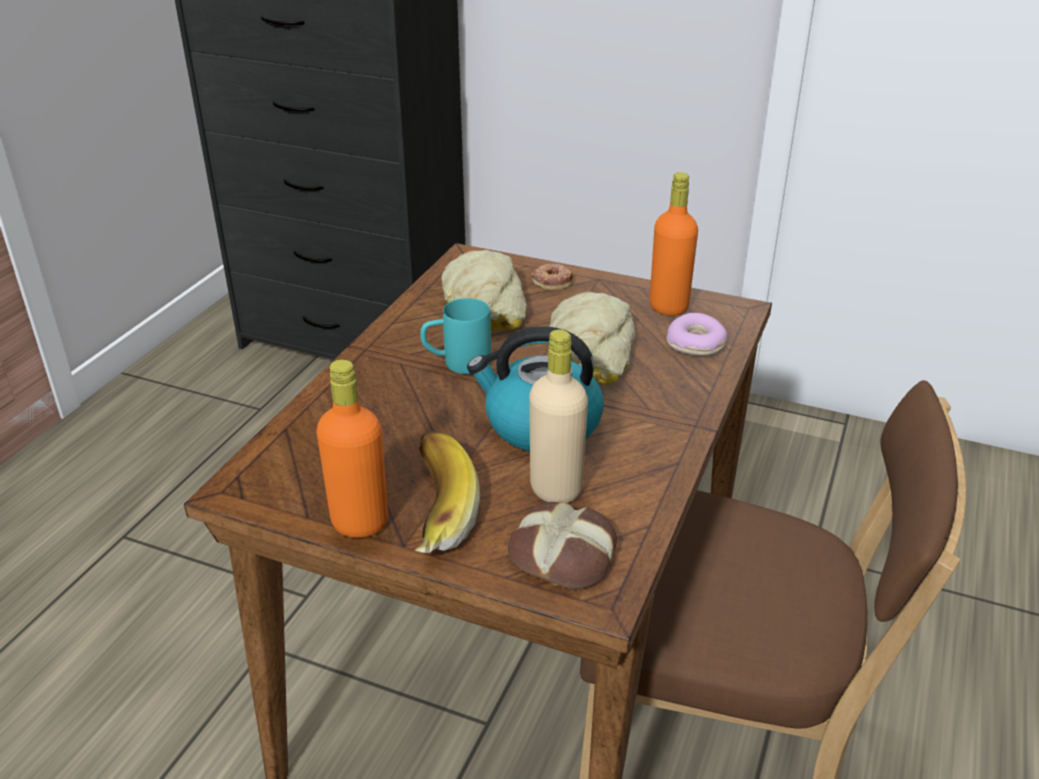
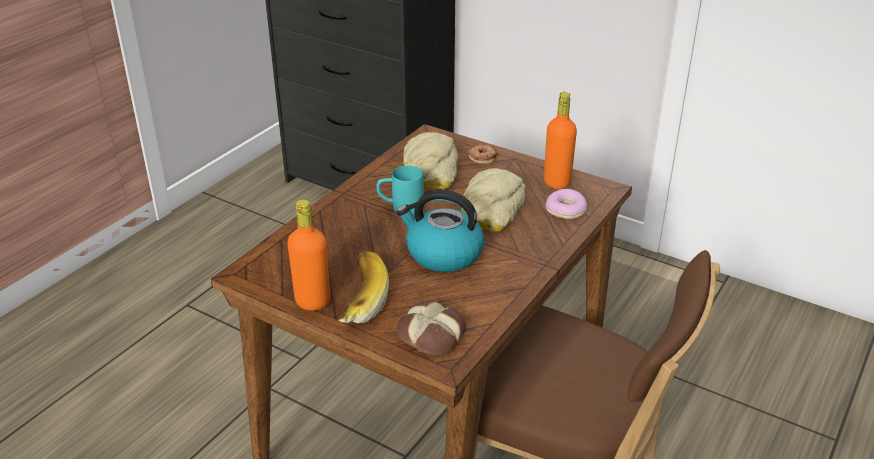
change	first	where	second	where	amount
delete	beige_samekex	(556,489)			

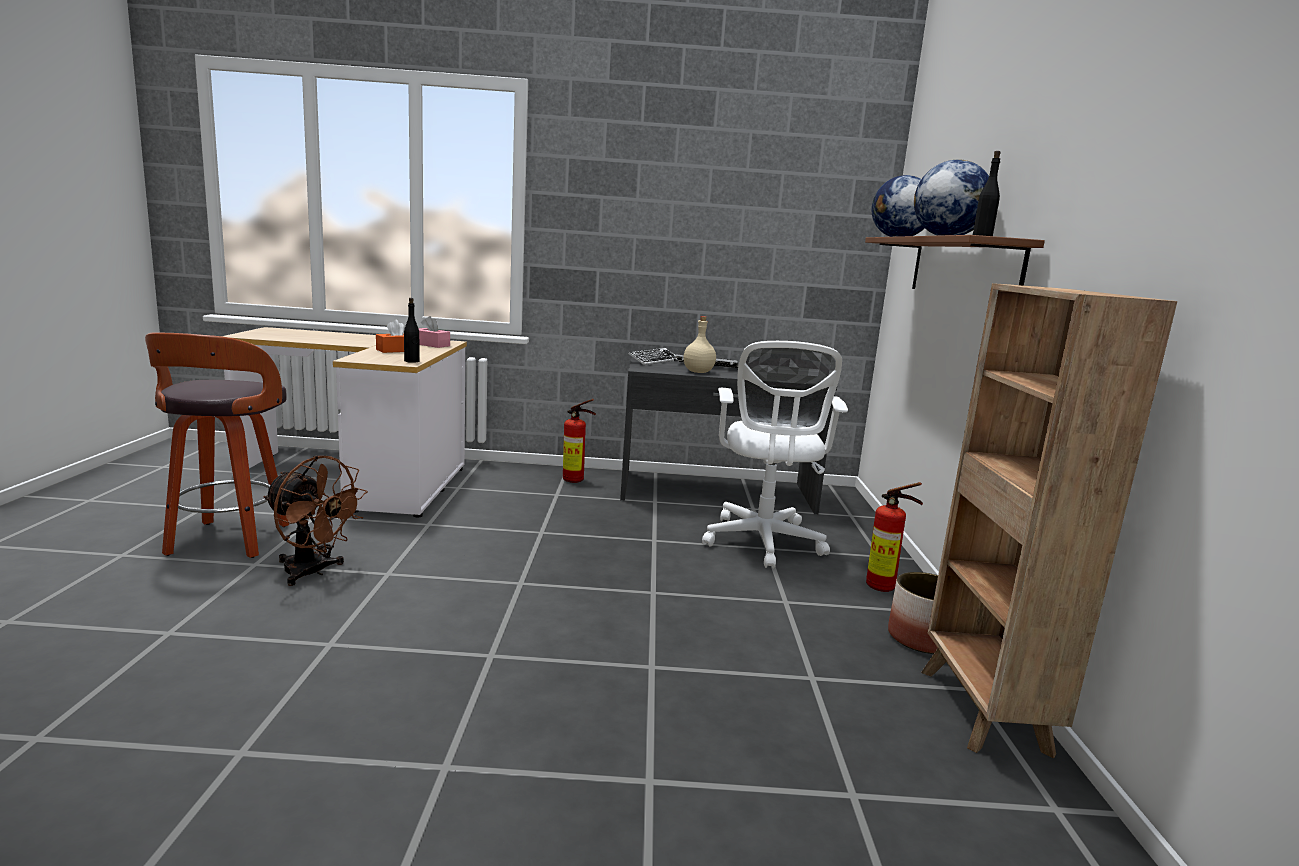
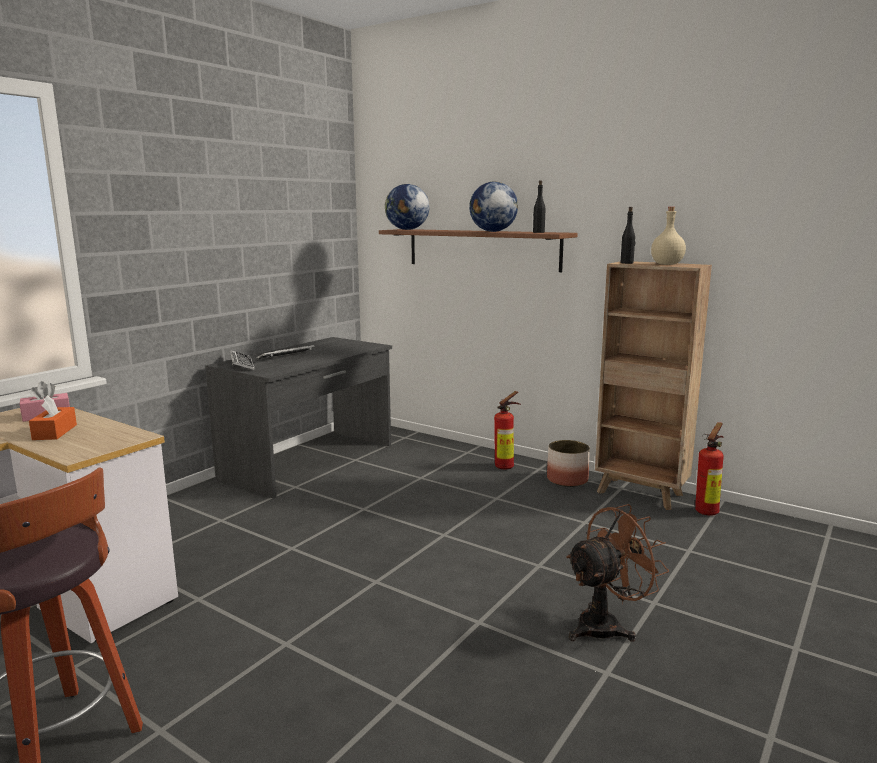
change	first	where	second	where	amount
move	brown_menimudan	(313,572)		(607,625)	
move	black_samekex	(412,361)		(627,263)	
move	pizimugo	(576,480)		(708,511)	
move	beige_samekex	(699,372)		(666,264)	
delete	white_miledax	(763,543)			

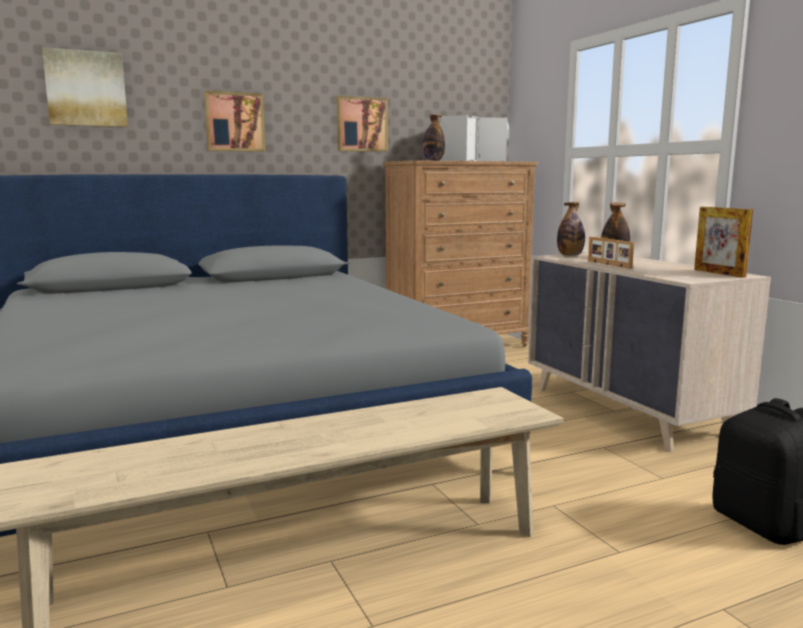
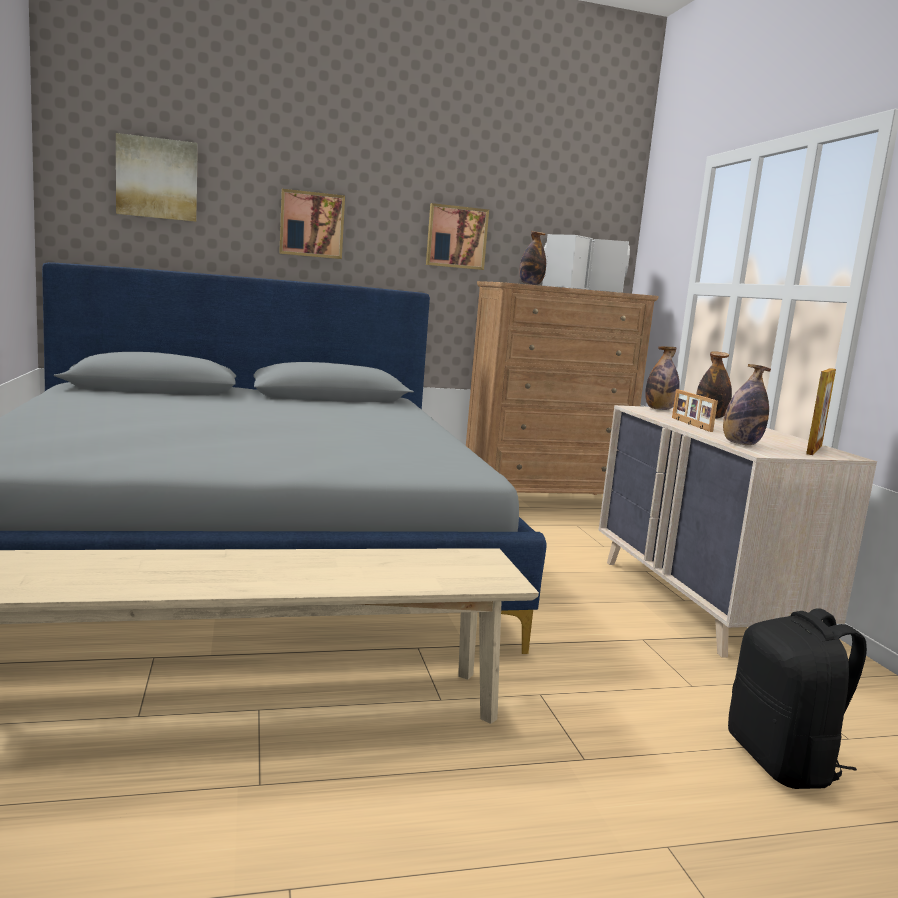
change	first	where	second	where	amount
rotate	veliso	(719,273)		(814,449)	135 degrees counterclockwise
insert			samekex	(741,444)	

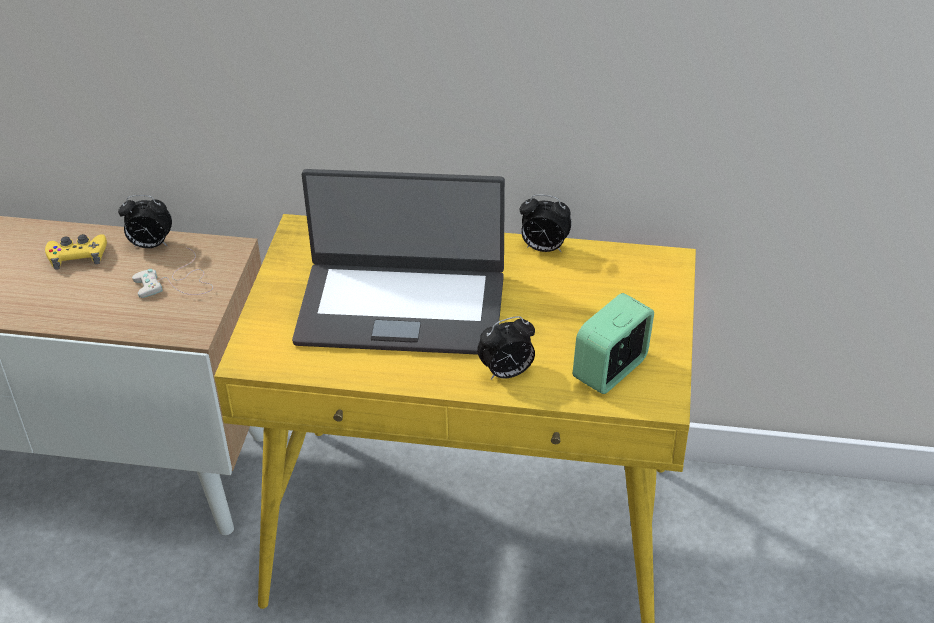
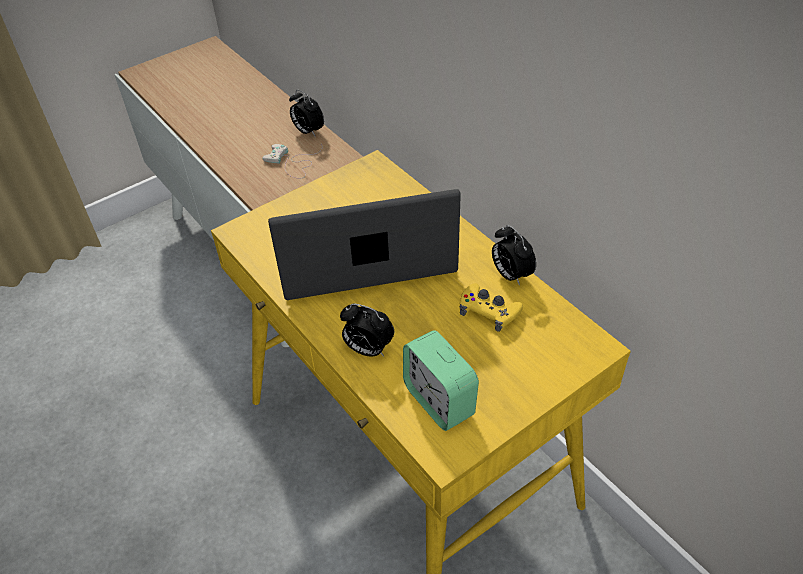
change	first	where	second	where	amount
move	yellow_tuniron	(78,256)		(488,311)	
rotate	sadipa	(401,307)		(364,256)	120 degrees clockwise
rotate	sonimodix	(611,370)		(439,401)	120 degrees counterclockwise

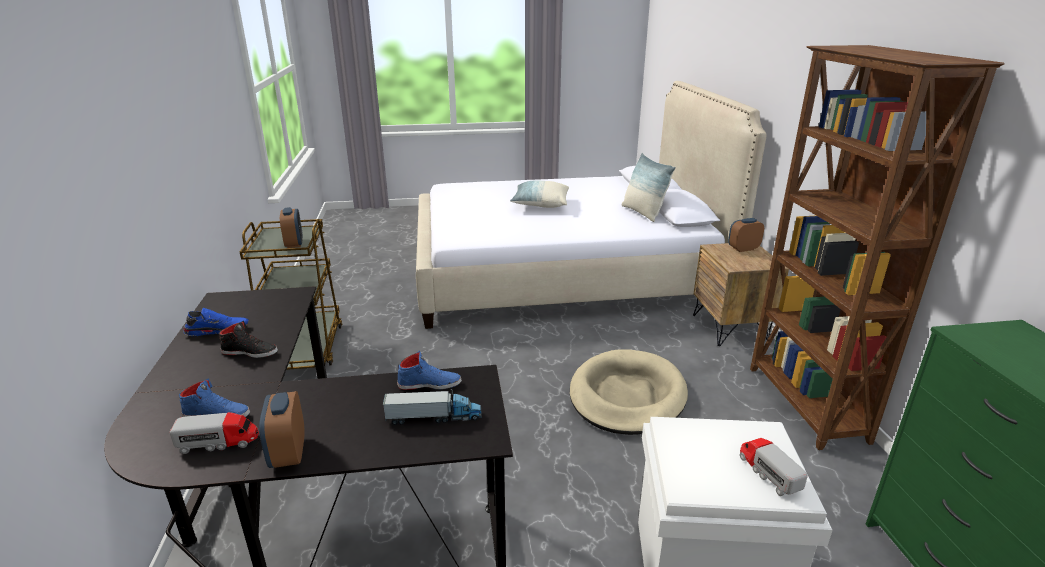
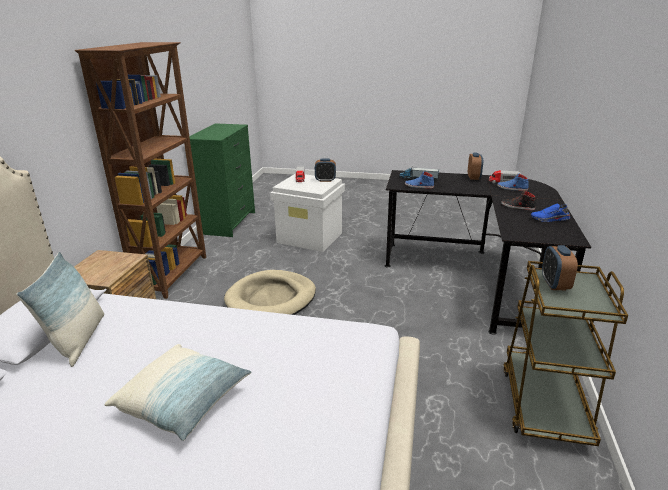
change	first	where	second	where	amount
move	sonimodix	(743,249)		(325,180)	

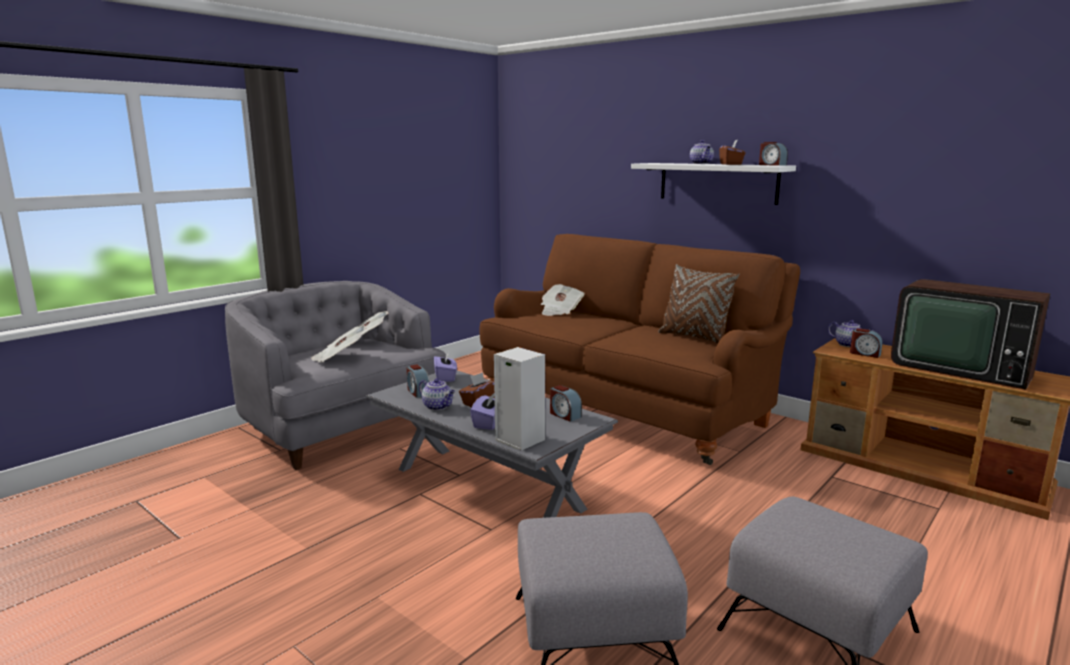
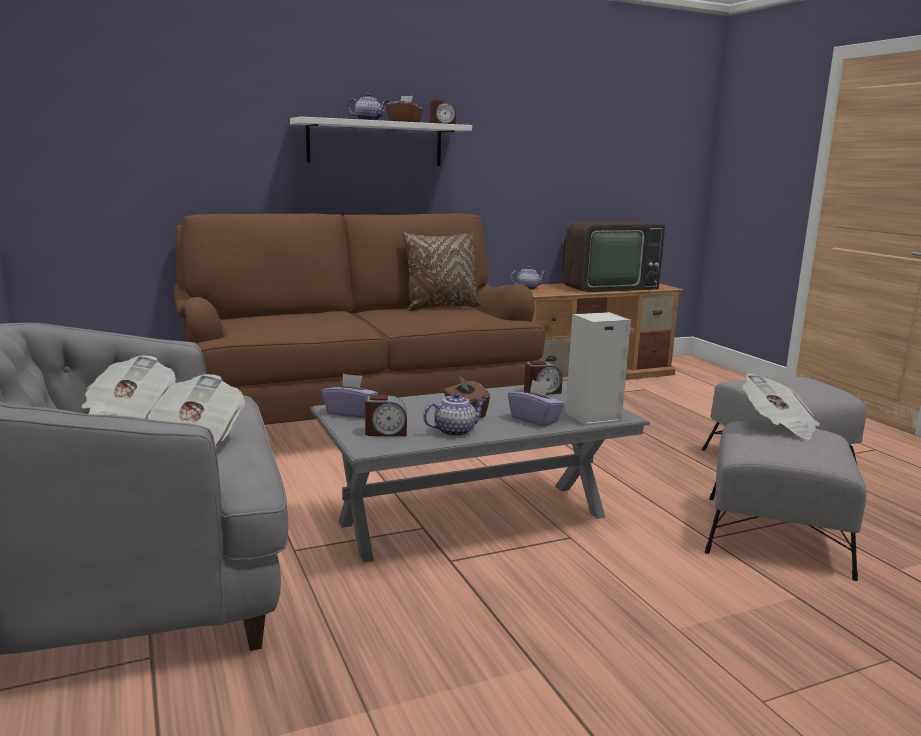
change	first	where	second	where	amount
move	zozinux	(560,311)		(778,426)	
delete	sonimodix	(864,354)			

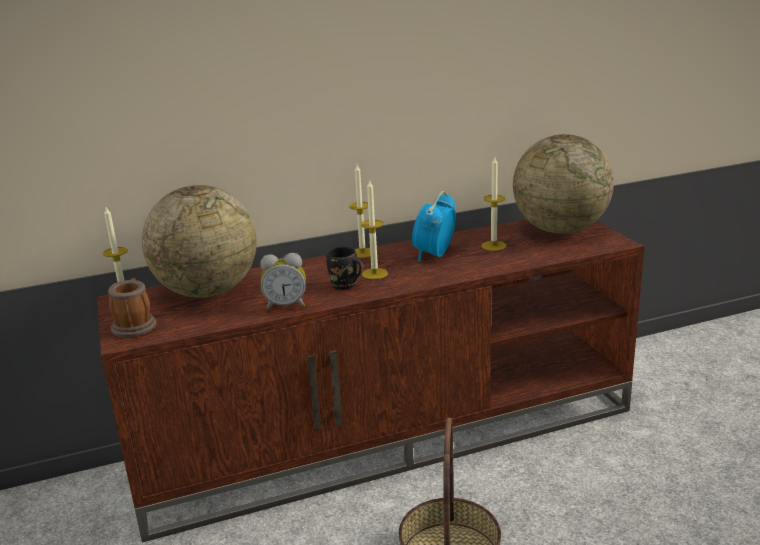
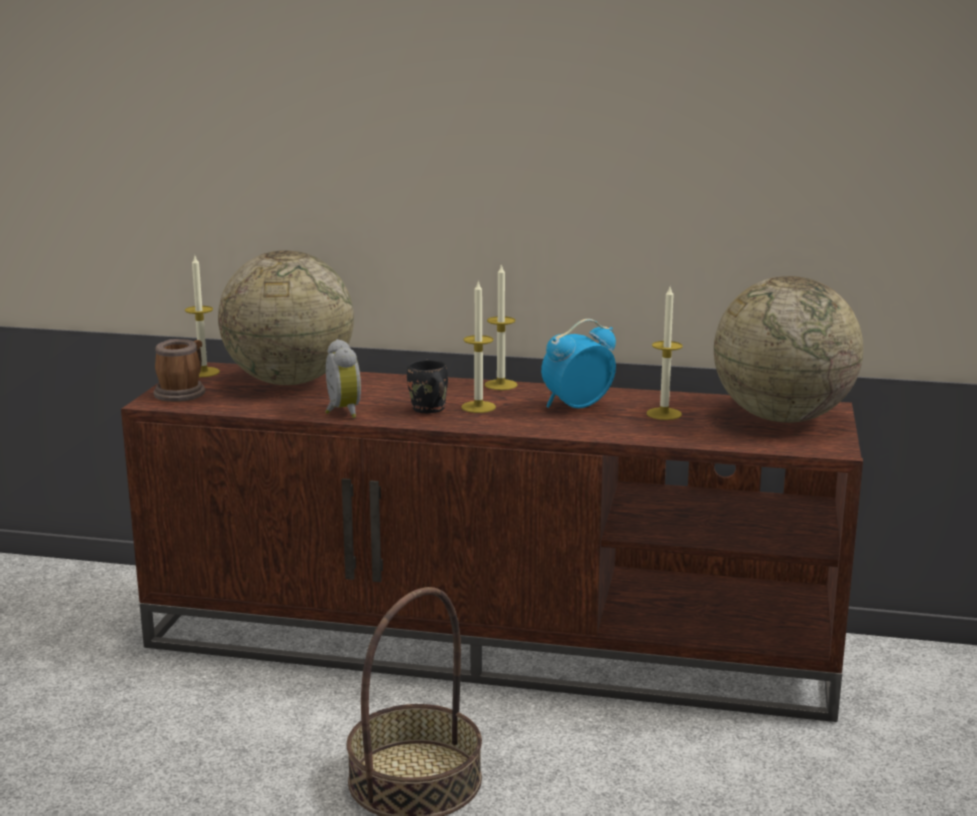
change	first	where	second	where	amount
rotate	sonimodix	(286,305)		(340,412)	135 degrees counterclockwise

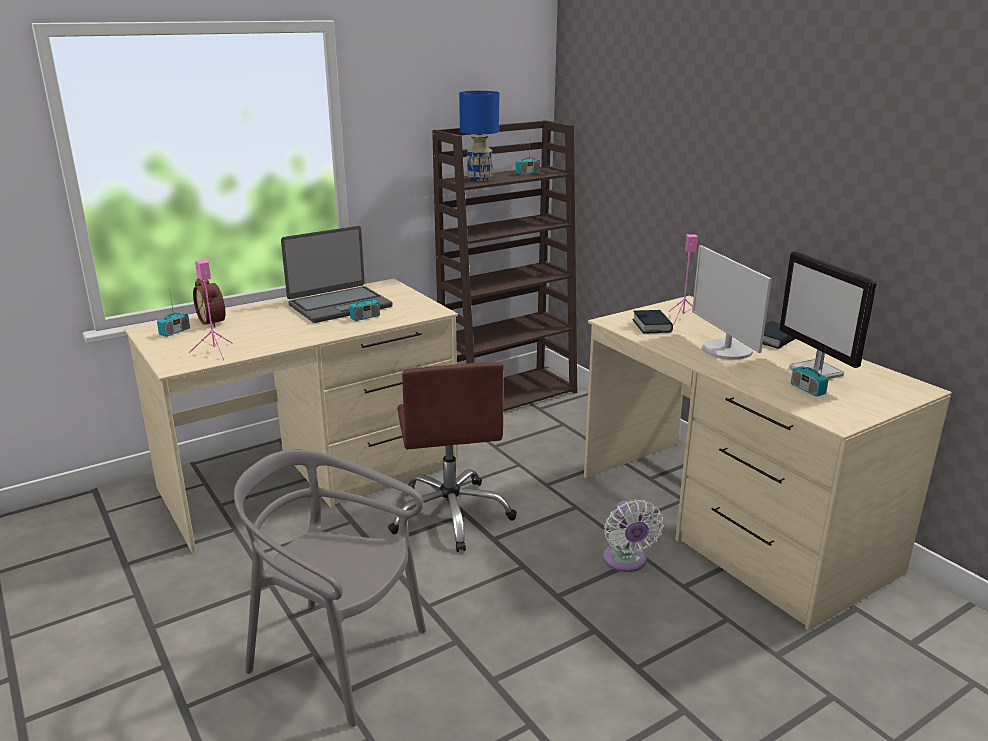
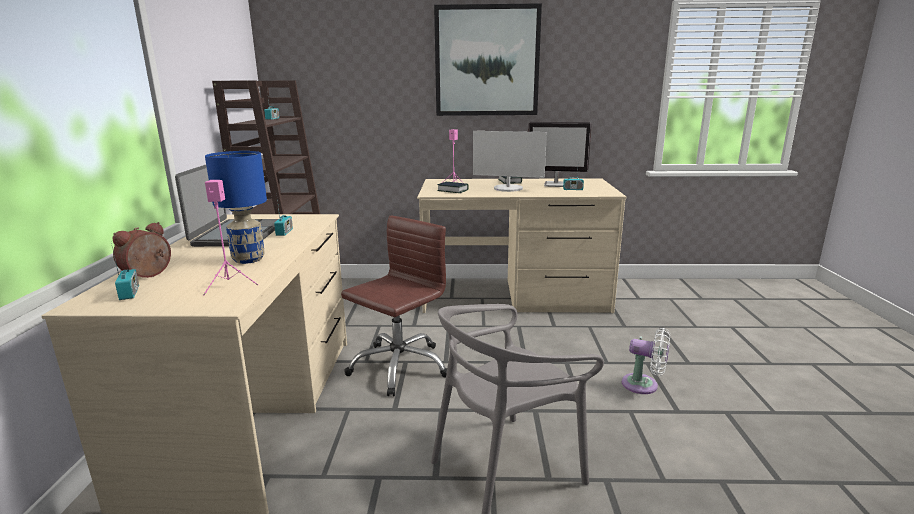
change	first	where	second	where	amount
rotate	sonimodix	(214,321)		(149,275)	120 degrees clockwise
rotate	brown_miledax	(451,514)		(399,366)	75 degrees counterclockwise
move	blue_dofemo	(479,179)		(249,259)	
move	white_menimudan	(626,562)		(644,385)	
insert			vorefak	(487,61)	

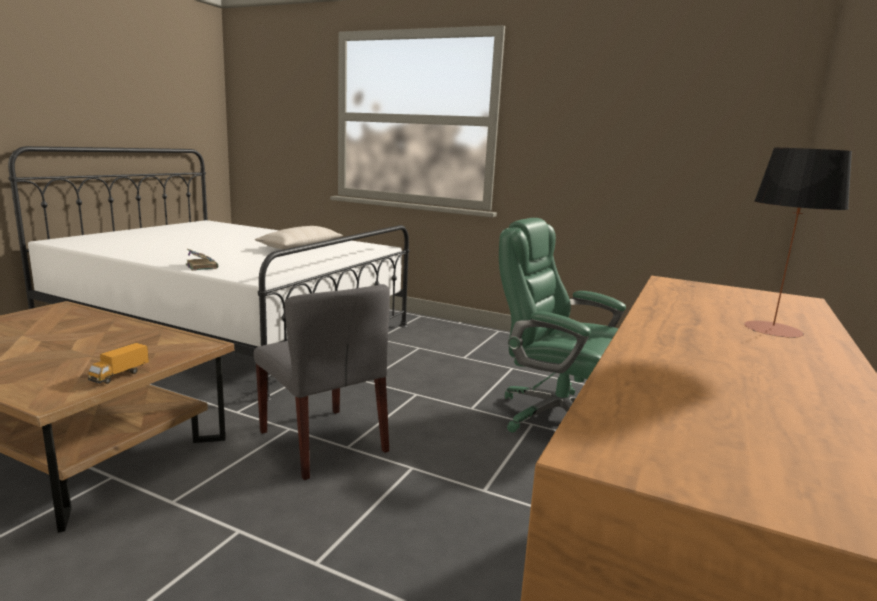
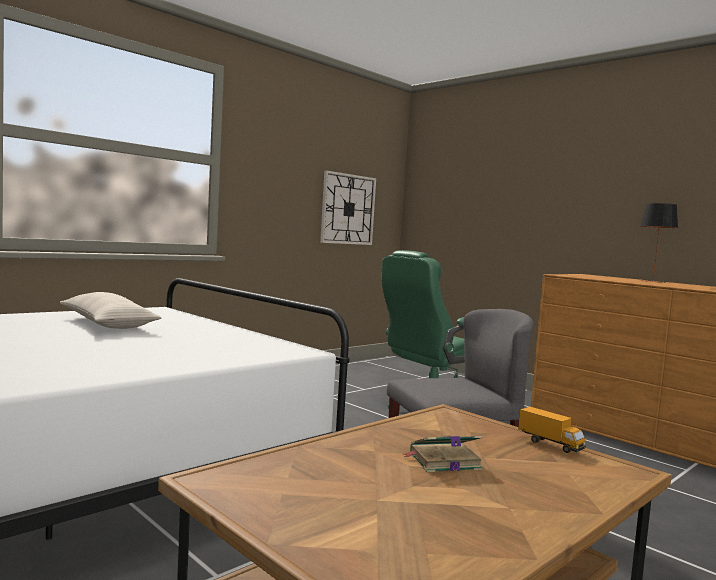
change	first	where	second	where	amount
move	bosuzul	(201,266)		(443,461)	
insert			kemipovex	(348,209)	

